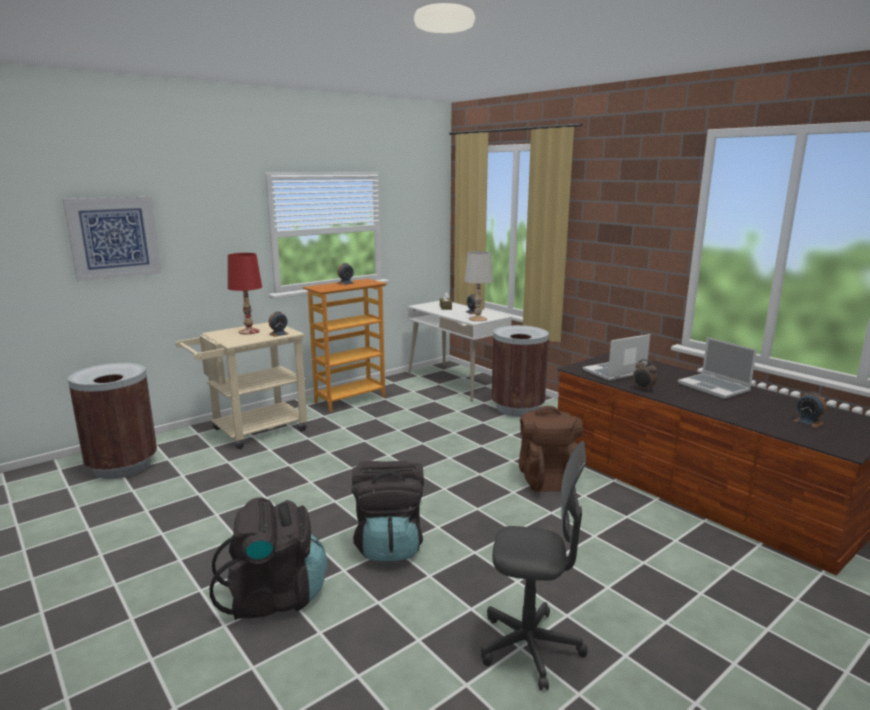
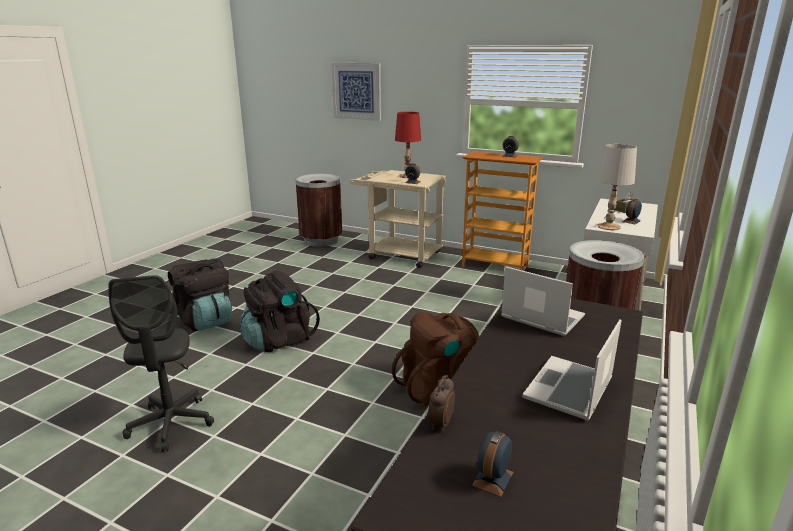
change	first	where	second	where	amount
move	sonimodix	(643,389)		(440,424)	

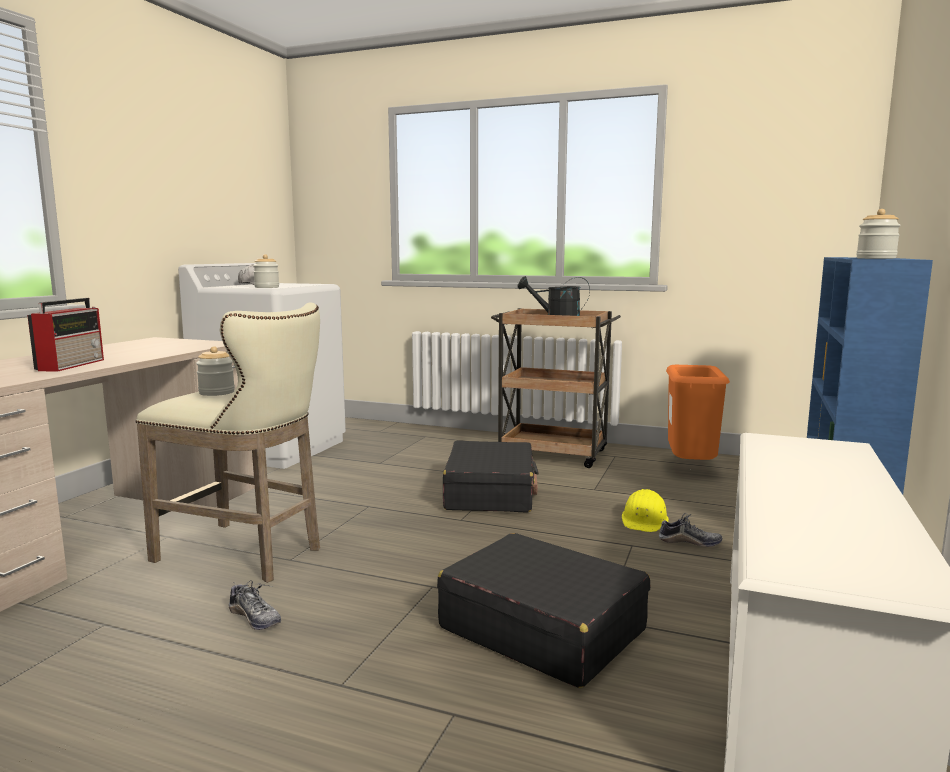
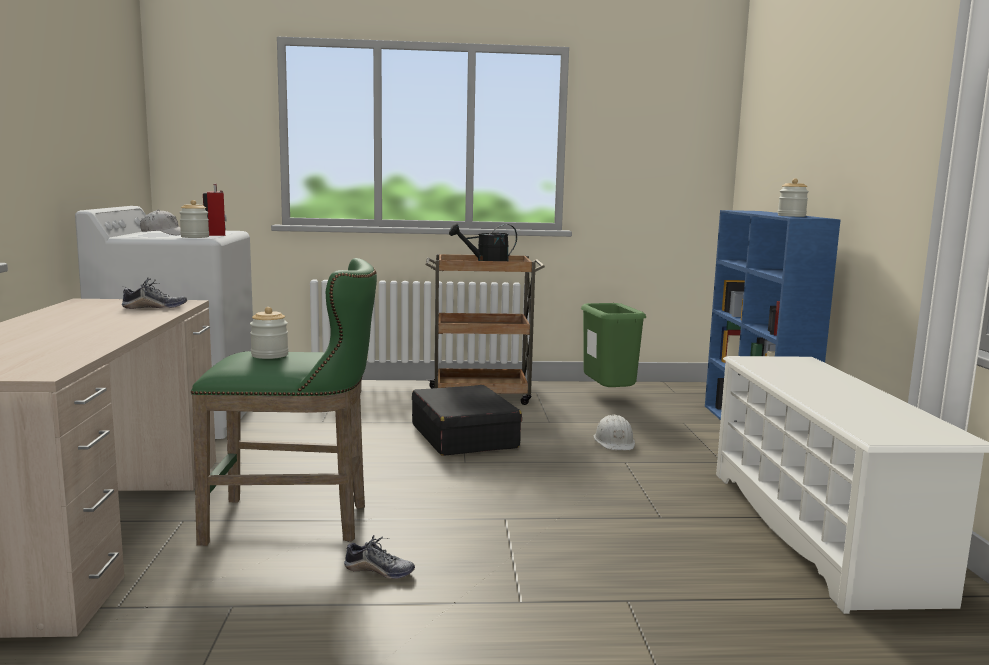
change	first	where	second	where	amount
move	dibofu	(72,365)		(216,233)	
recolor	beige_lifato	(246,555)	green_lifato	(297,522)	
delete	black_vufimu	(541,628)			
recolor	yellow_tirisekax	(644,520)	white_tirisekax	(614,442)	
move	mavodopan	(689,542)		(155,308)	
recolor	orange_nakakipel	(691,470)	green_nakakipel	(609,397)	

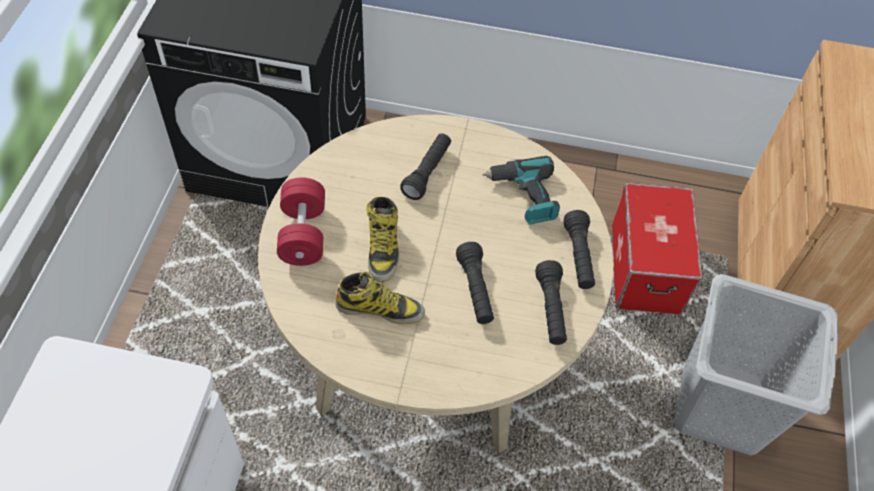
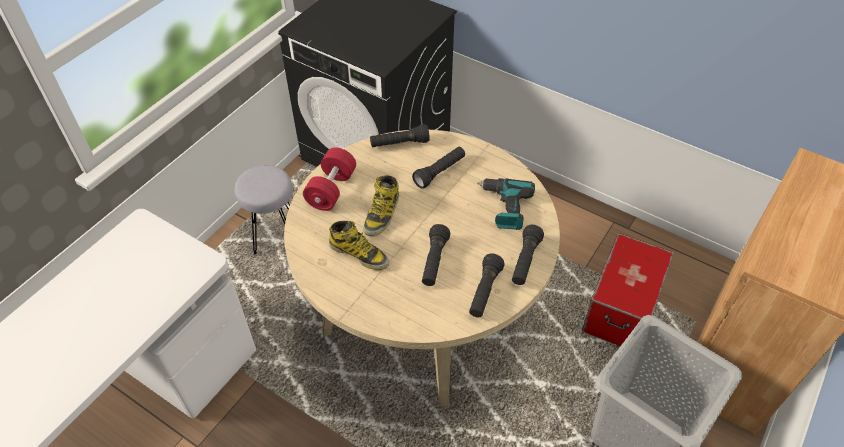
change	first	where	second	where	amount
insert			grey_lifato	(275,235)	
insert			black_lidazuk	(399,144)	

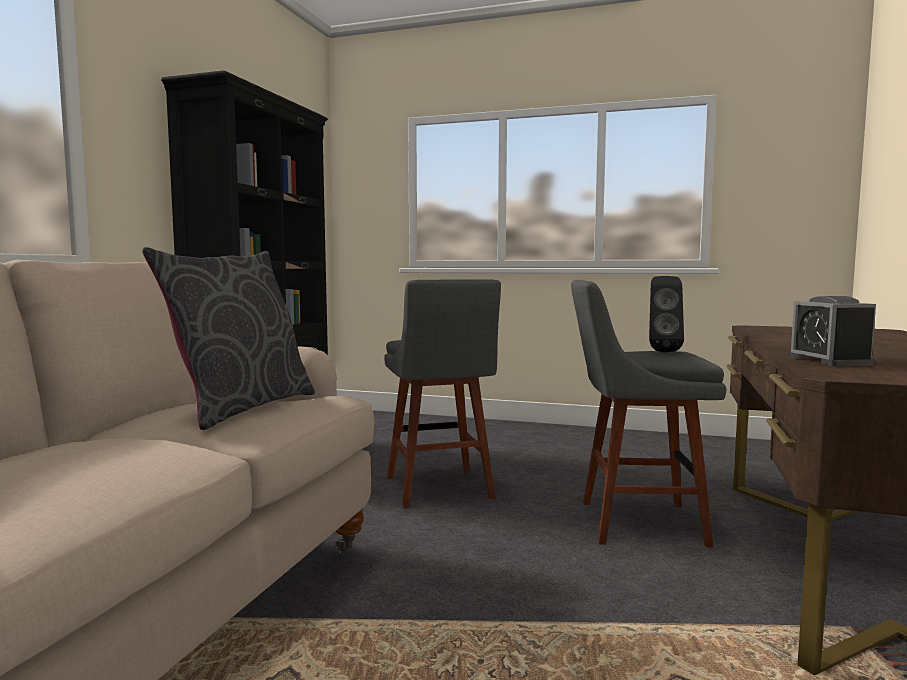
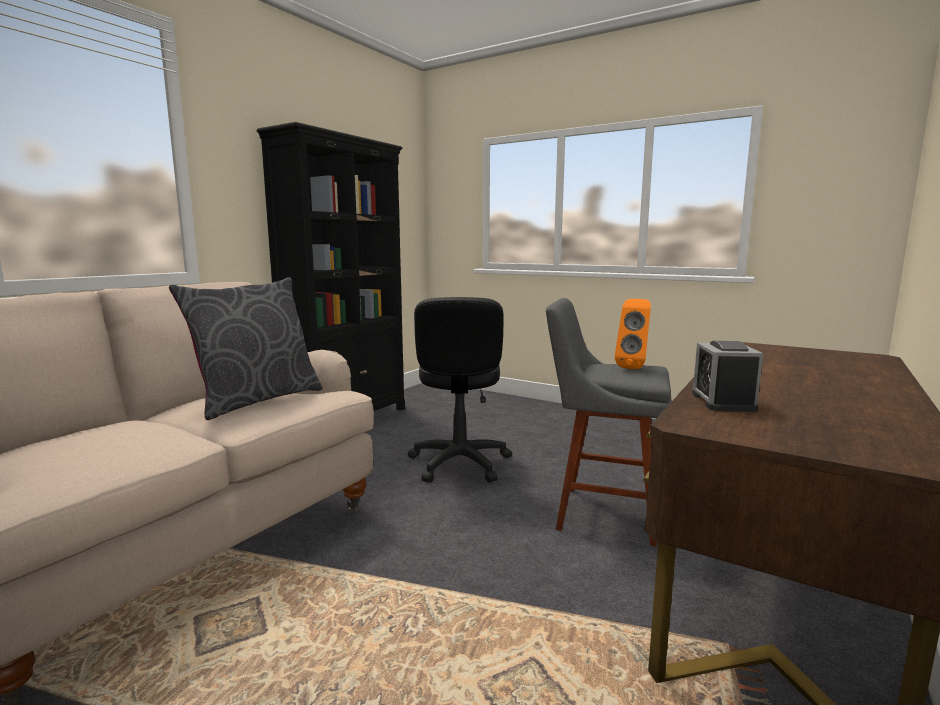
change	first	where	second	where	amount
replace	grey_lifato	(440,489)	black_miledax	(459,463)	
recolor	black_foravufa	(663,351)	orange_foravufa	(633,367)	

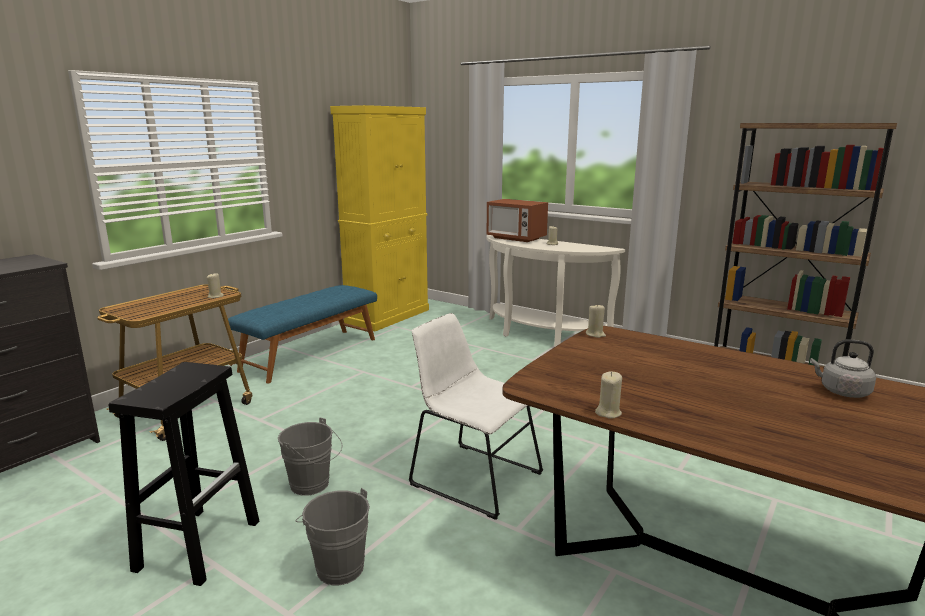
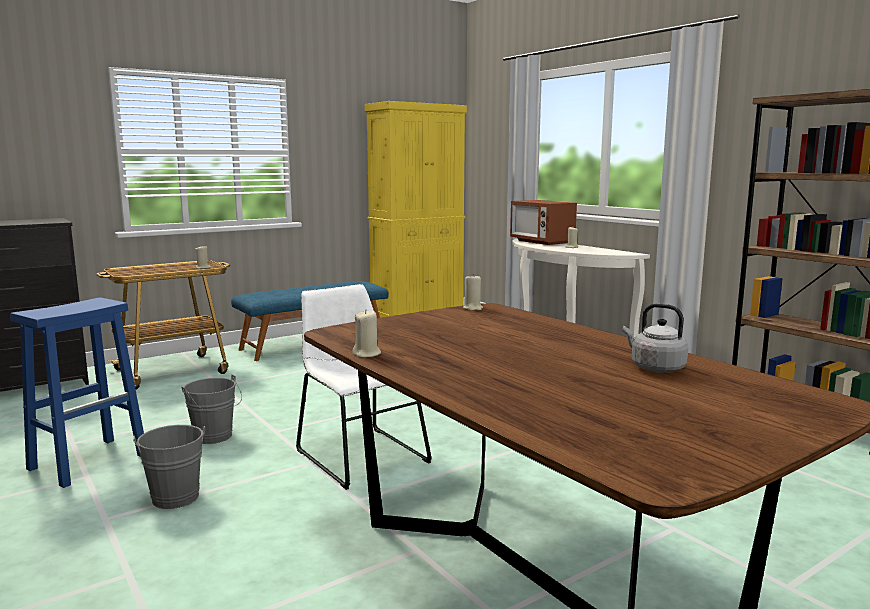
change	first	where	second	where	amount
recolor	black_lifato	(199,544)	blue_lifato	(90,461)	

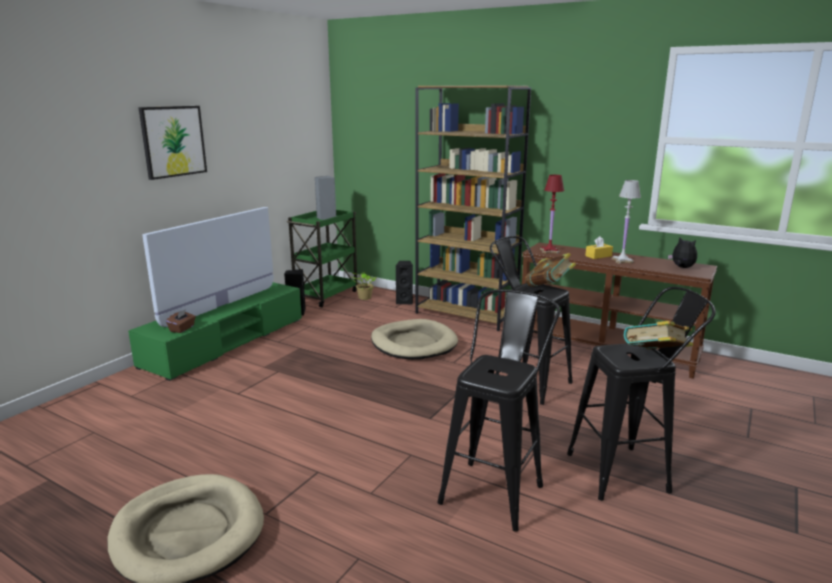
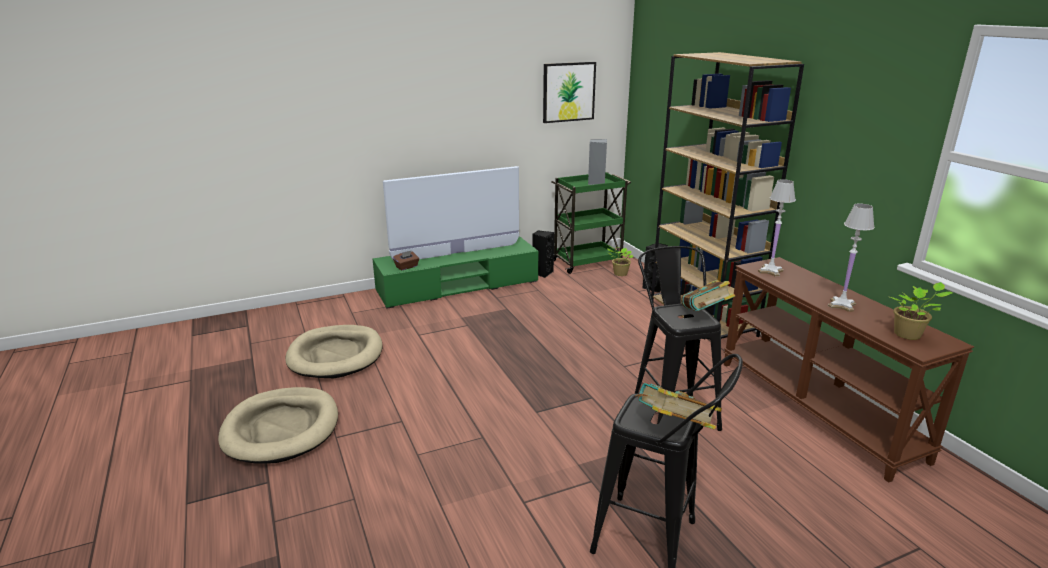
change	first	where	second	where	amount
move	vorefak	(173,141)		(568,92)	
move	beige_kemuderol	(413,343)		(336,355)	
delete	black_lifato	(496,488)			
recolor	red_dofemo	(549,251)	white_dofemo	(770,271)	
delete	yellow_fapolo	(598,256)			
replace	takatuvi	(681,267)	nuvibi	(909,335)	

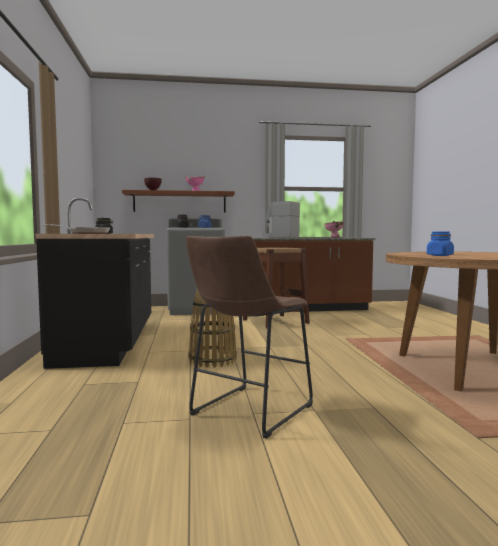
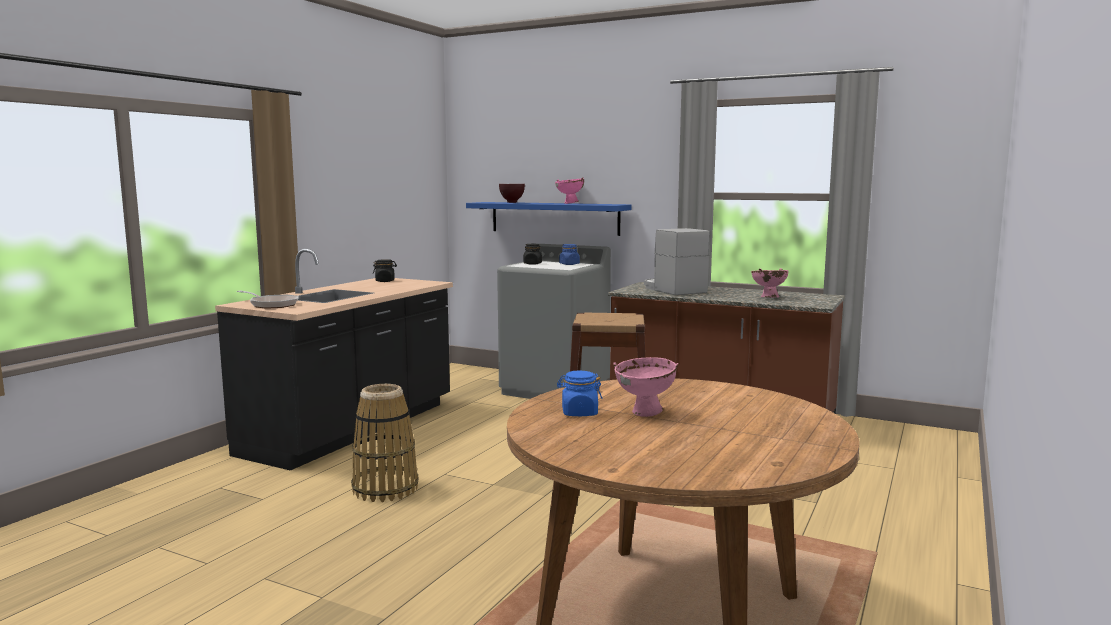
change	first	where	second	where	amount
recolor	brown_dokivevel	(180,202)	blue_dokivevel	(554,218)	
delete	brown_lifato	(247,412)			
insert			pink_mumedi	(645,413)	

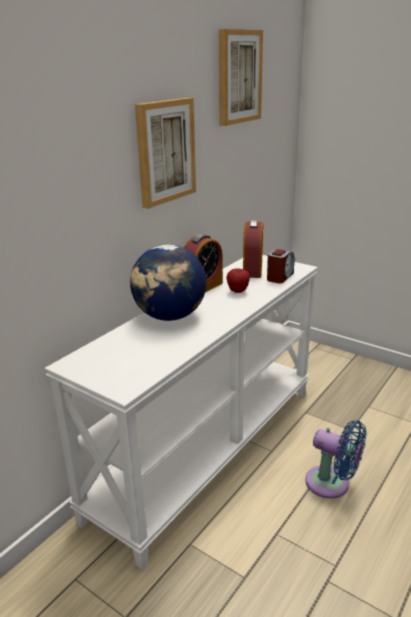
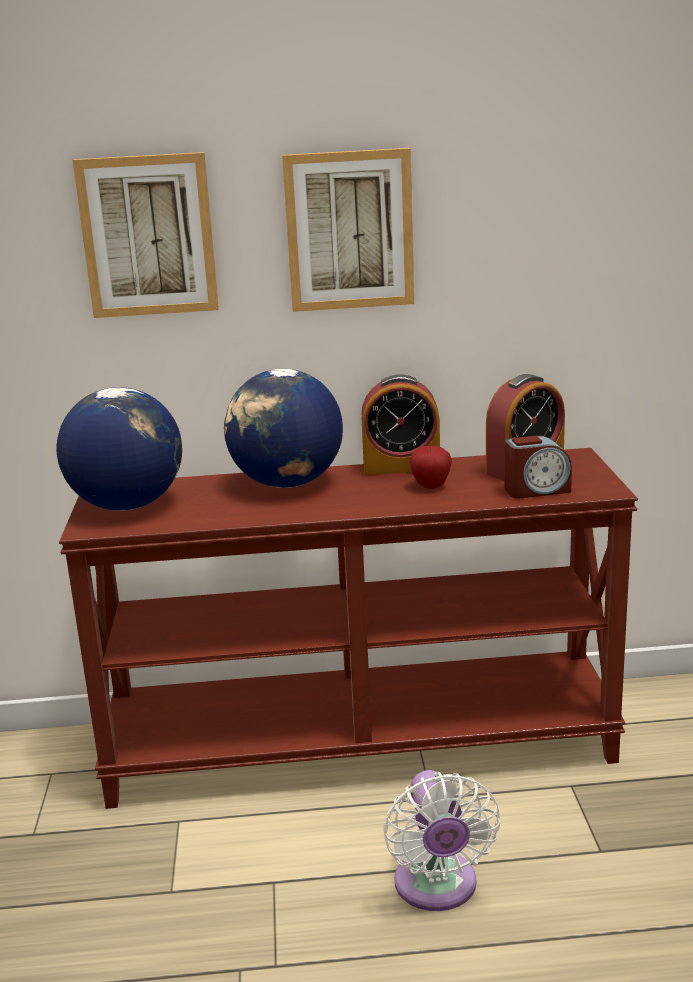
change	first	where	second	where	amount
recolor	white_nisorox	(207,448)	brown_nisorox	(360,743)	
move	vorefak	(238,77)		(148,235)	
recolor	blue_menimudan	(332,484)	white_menimudan	(437,888)	
insert			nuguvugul	(127,505)	

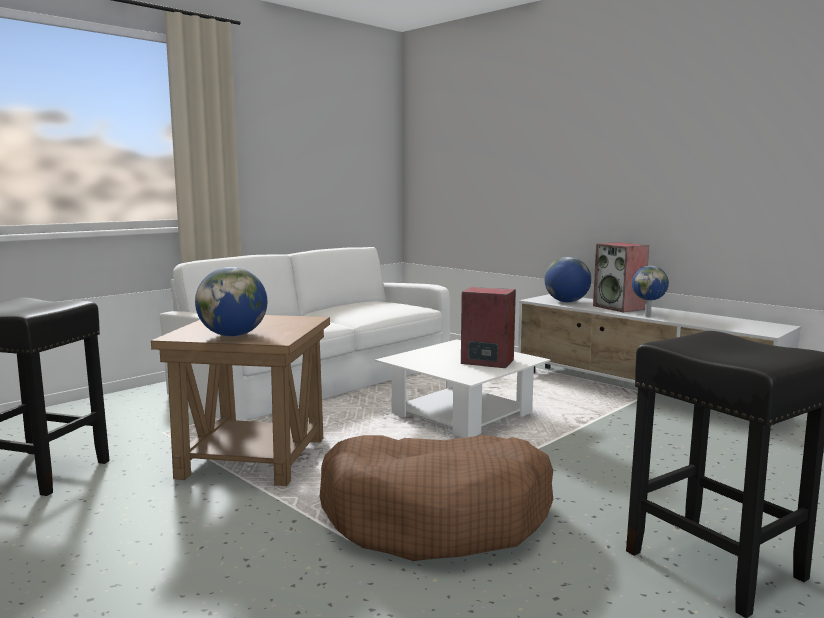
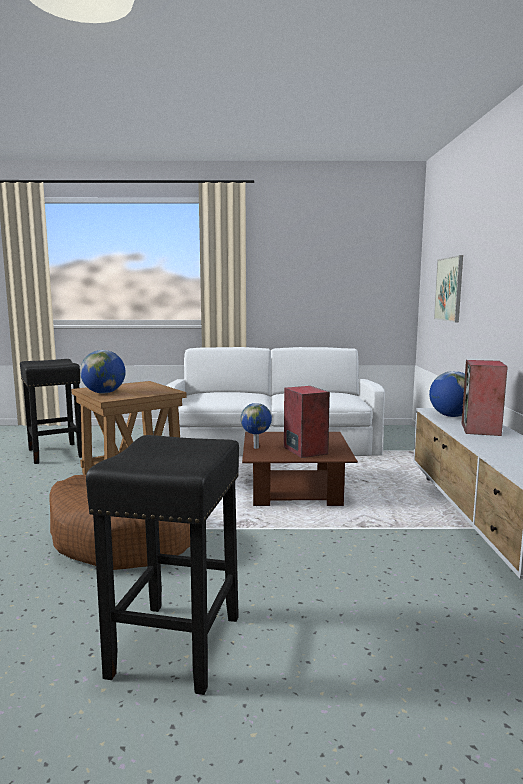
change	first	where	second	where	amount
recolor	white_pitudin	(462,413)	brown_pitudin	(295,490)	
move	nuguvugul	(648,316)		(256,447)	
insert			vorefak	(449,289)	

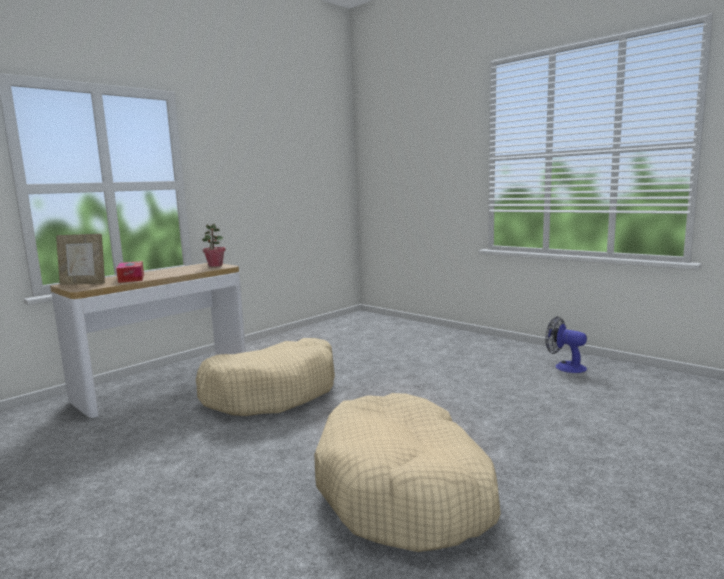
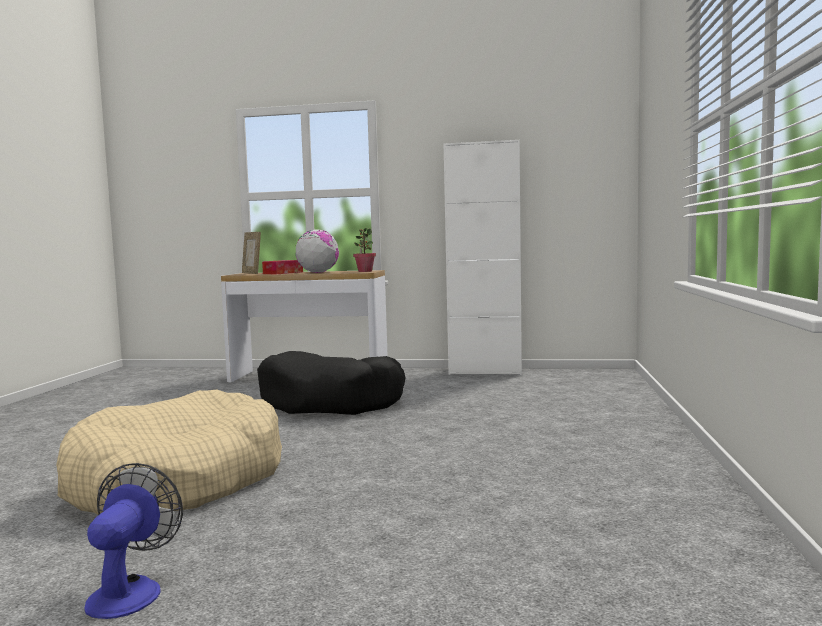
change	first	where	second	where	amount
recolor	beige_kemuderol	(272,393)	black_kemuderol	(332,402)	
move	menimudan	(565,367)		(130,591)	
insert			nuguvugul	(318,272)	
insert			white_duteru	(485,371)	

